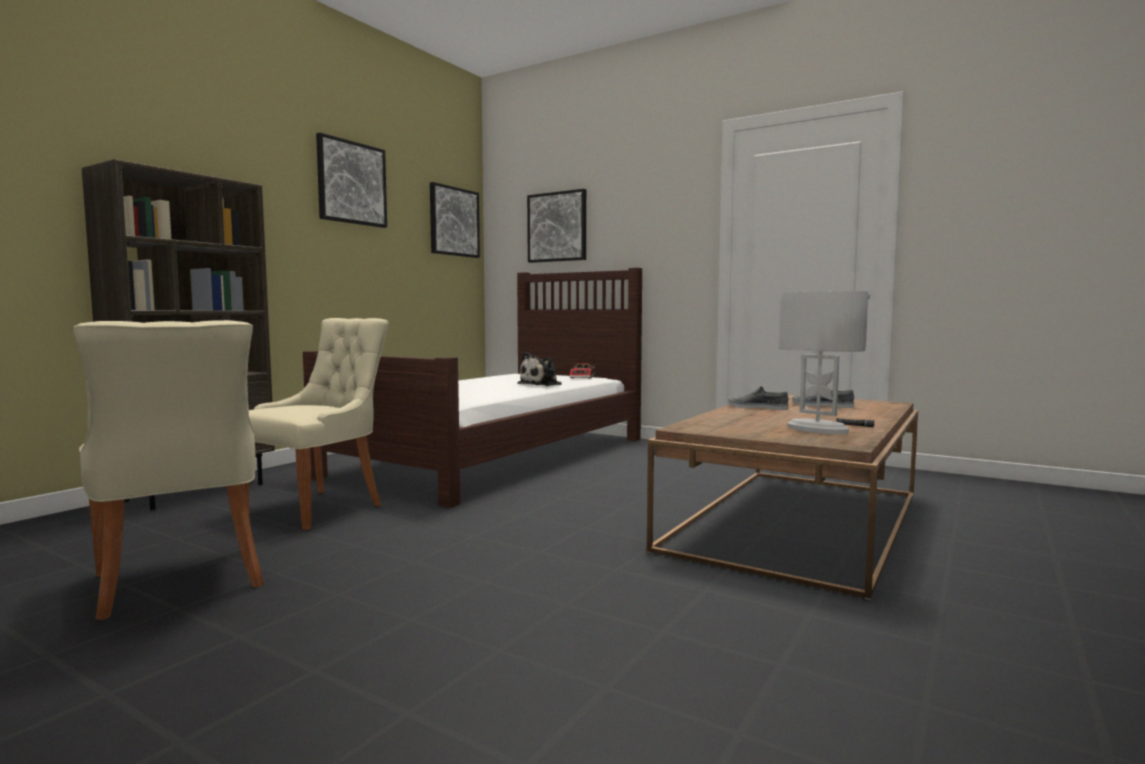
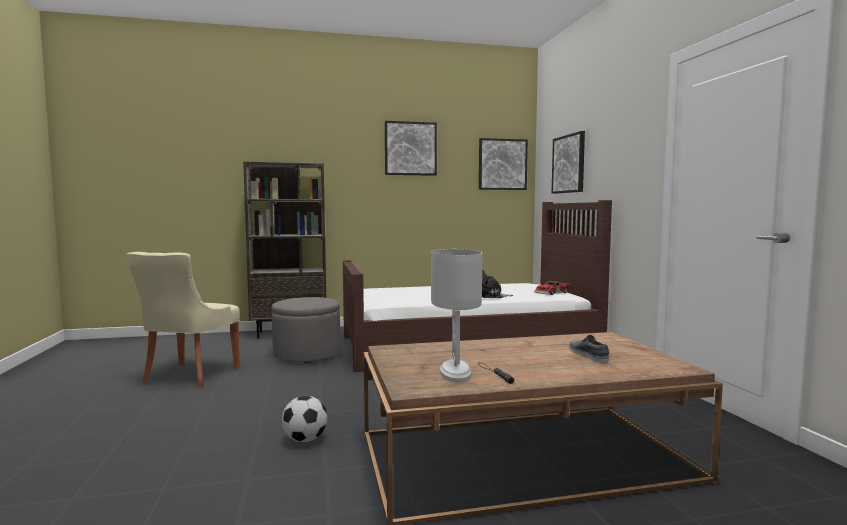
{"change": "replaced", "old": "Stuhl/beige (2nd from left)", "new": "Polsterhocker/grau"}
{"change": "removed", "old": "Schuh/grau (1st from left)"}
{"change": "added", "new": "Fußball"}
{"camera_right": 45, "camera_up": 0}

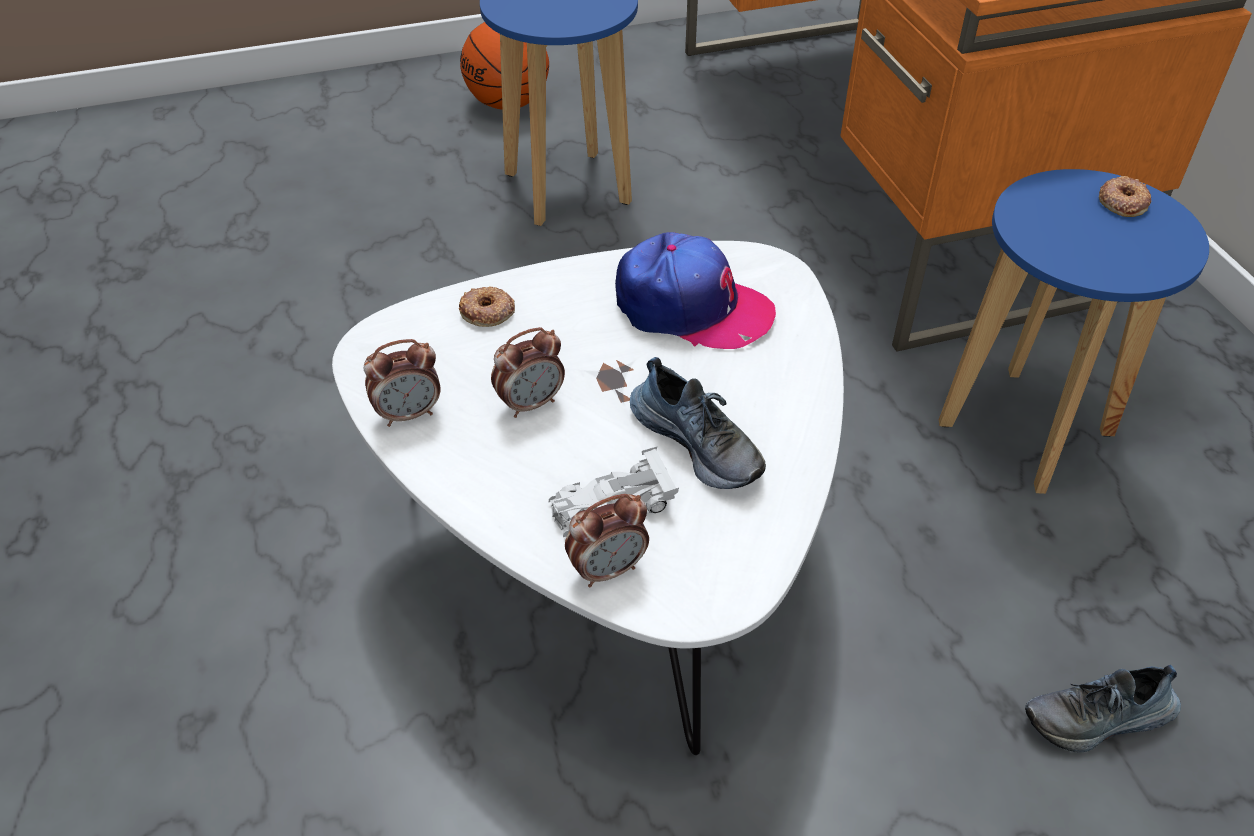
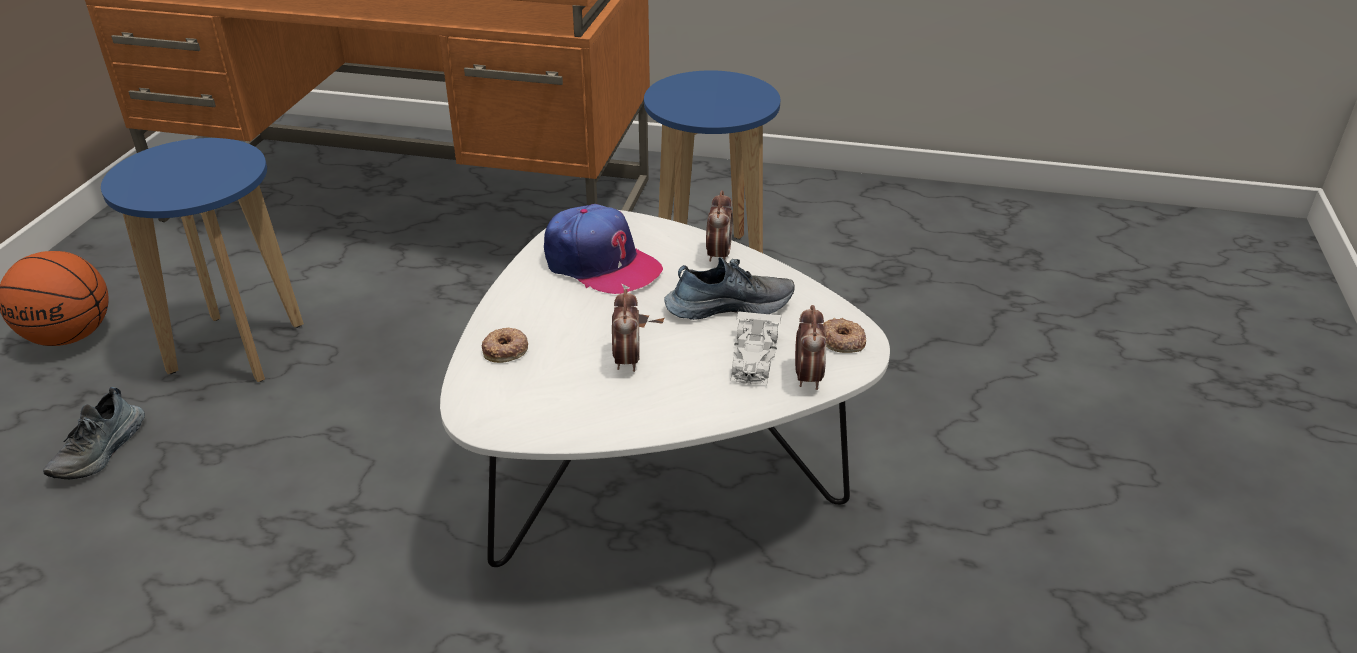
{"change": "moved", "old": "Donut (2nd from left)"}
{"change": "turned", "old": "Kappe", "degrees": 75}
{"change": "moved", "old": "Wecker (1st from left in the first image)", "new": "Wecker (2nd from left)"}
{"change": "moved", "old": "Schuh (2nd from left in the first image)", "new": "Schuh (1st from left)"}
{"camera_right": -60, "camera_up": -10}

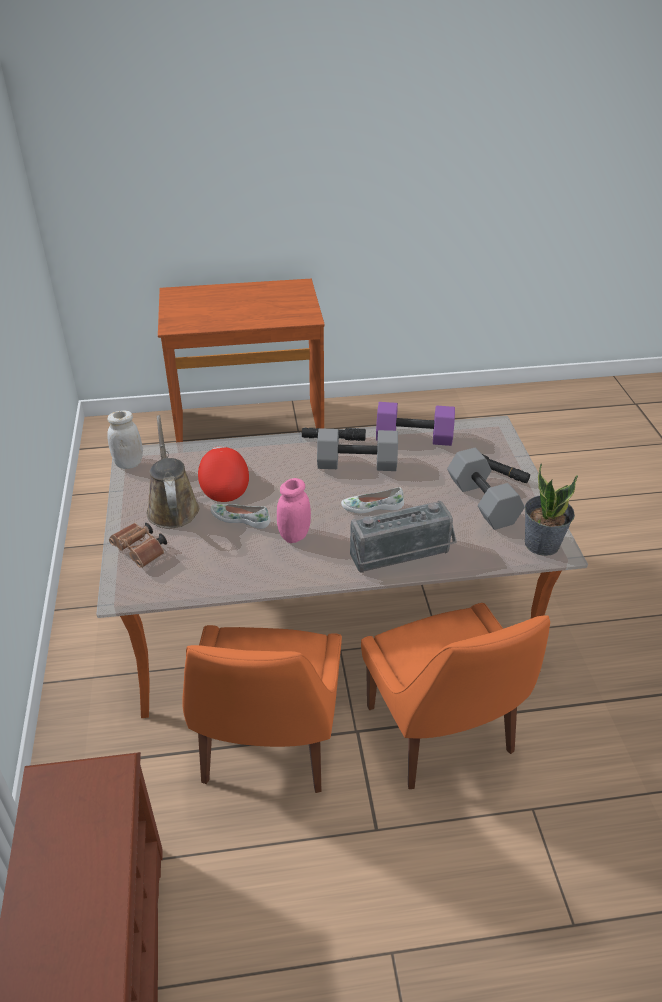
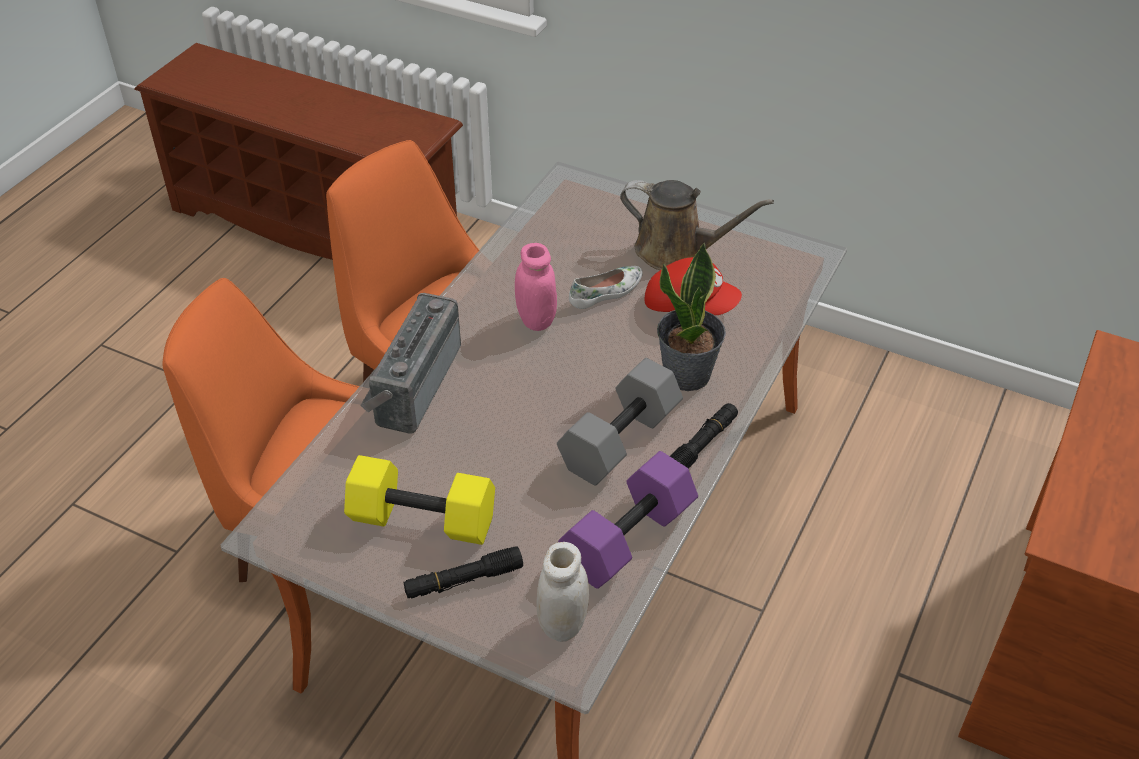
{"change": "moved", "old": "Vorratsglas/weiß"}
{"change": "recoloured", "old": "Hantel/grau (2nd from left)", "new": "Hantel/gelb"}
{"change": "moved", "old": "Topfpflanze"}
{"change": "removed", "old": "Schuh/weiß (2nd from left)"}
{"change": "removed", "old": "Fernglas/braun"}
{"camera_right": 125, "camera_up": 5}

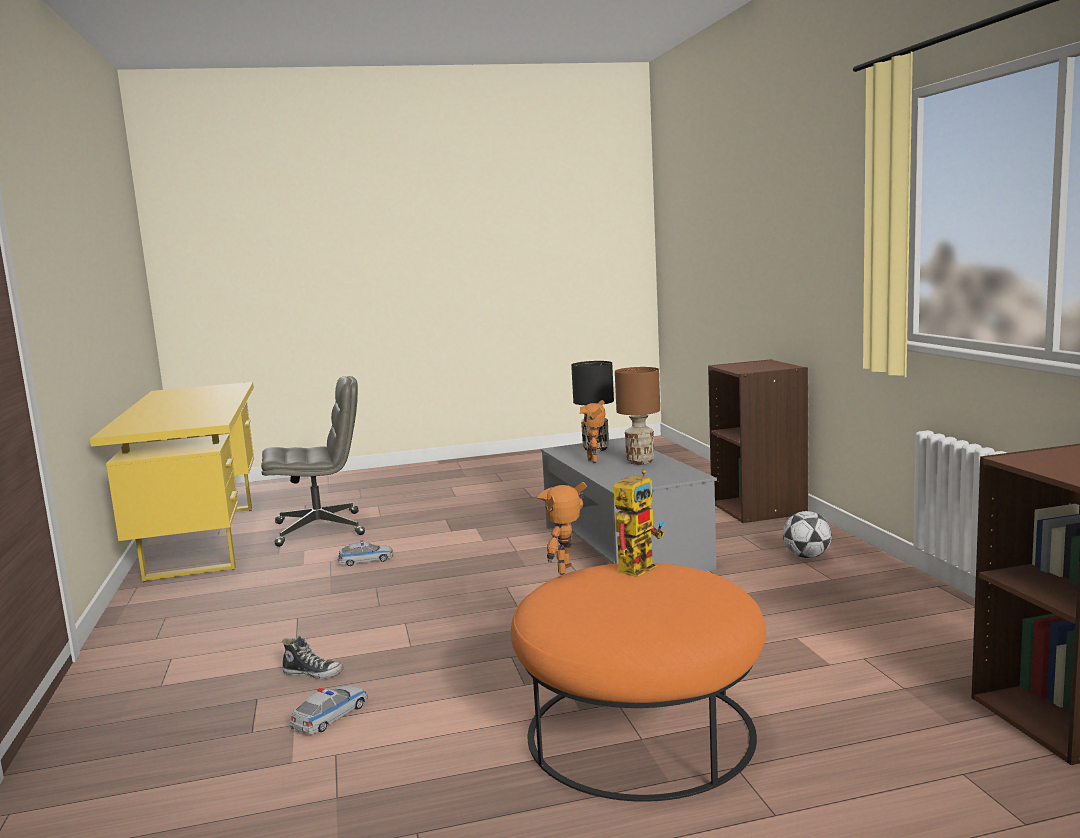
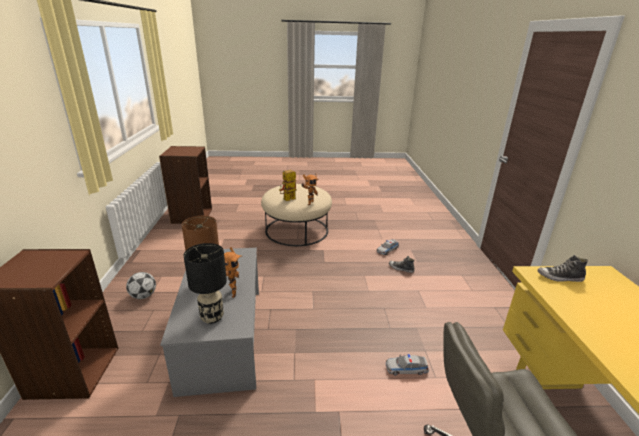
{"change": "recoloured", "old": "Polsterhocker/orange", "new": "Polsterhocker/beige"}
{"change": "added", "new": "Schuh (2nd from left)"}
{"camera_right": -170, "camera_up": 15}

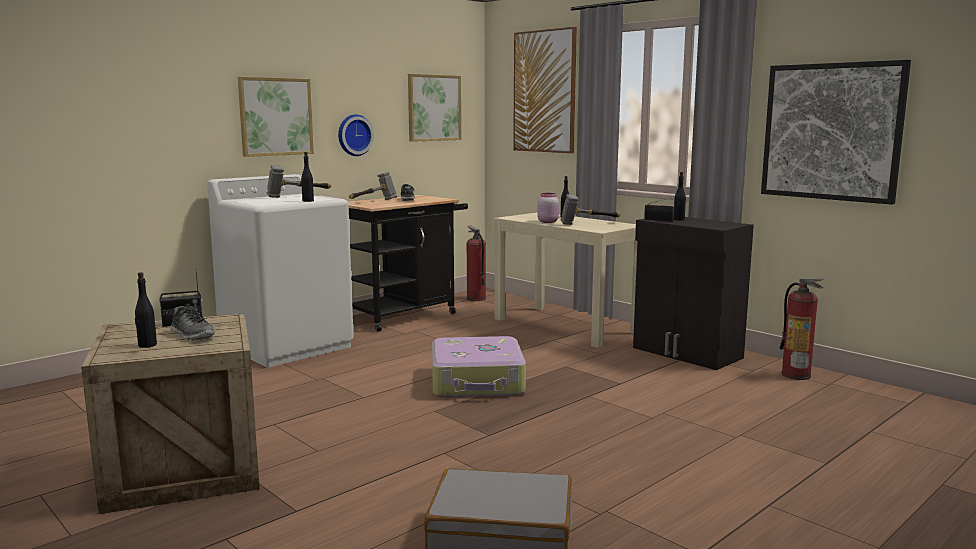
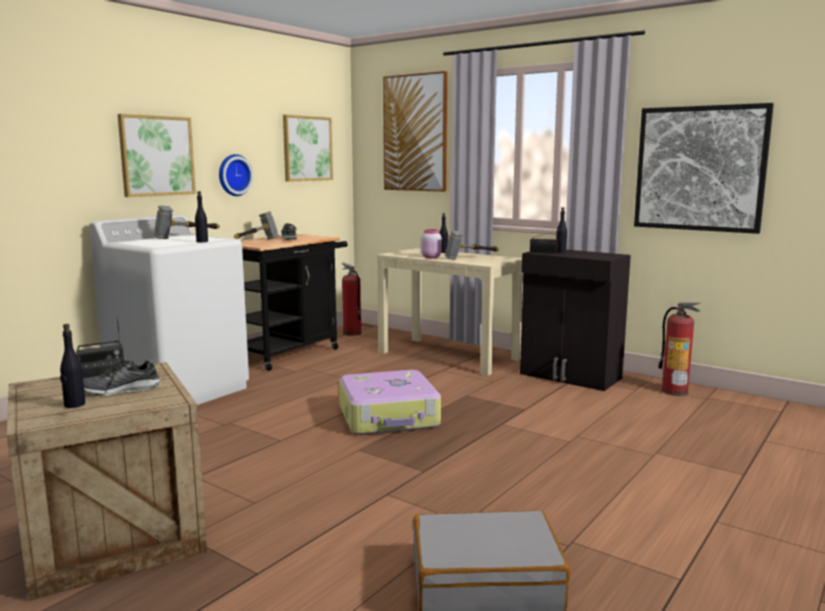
{"change": "turned", "old": "Schuh (1st from left)", "degrees": 120}
{"camera_right": -10, "camera_up": 0}

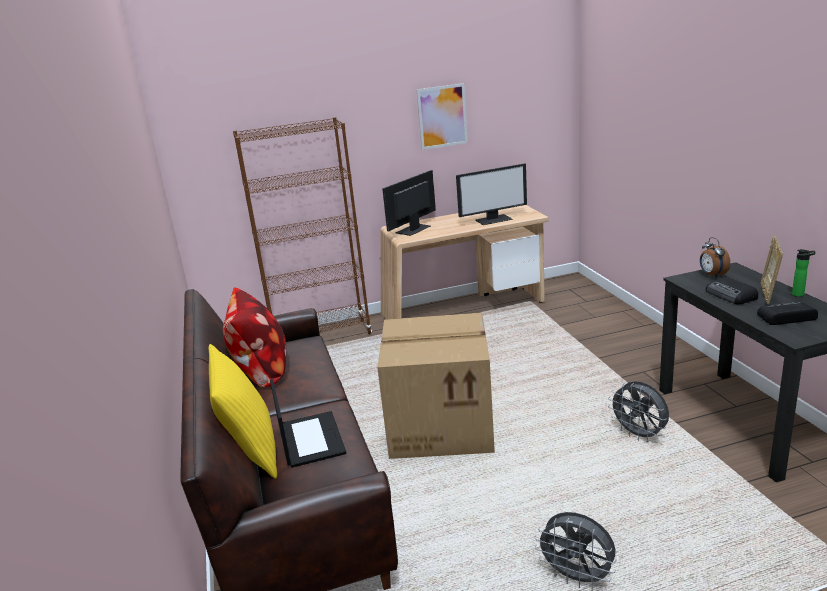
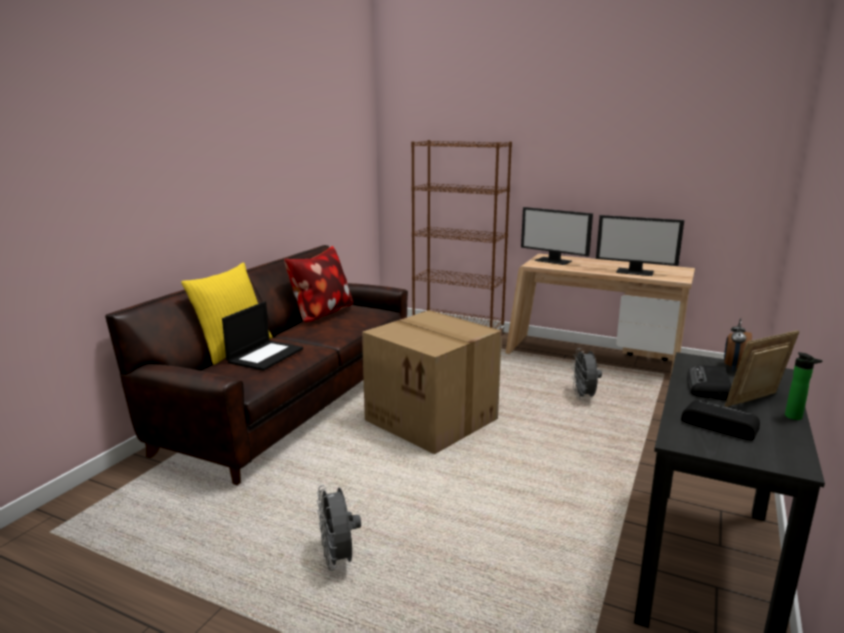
{"change": "removed", "old": "Bild"}
{"change": "turned", "old": "Monitor (1st from left)", "degrees": -135}
{"change": "moved", "old": "Ventilator/grau (2nd from left)"}
{"camera_right": 40, "camera_up": -5}

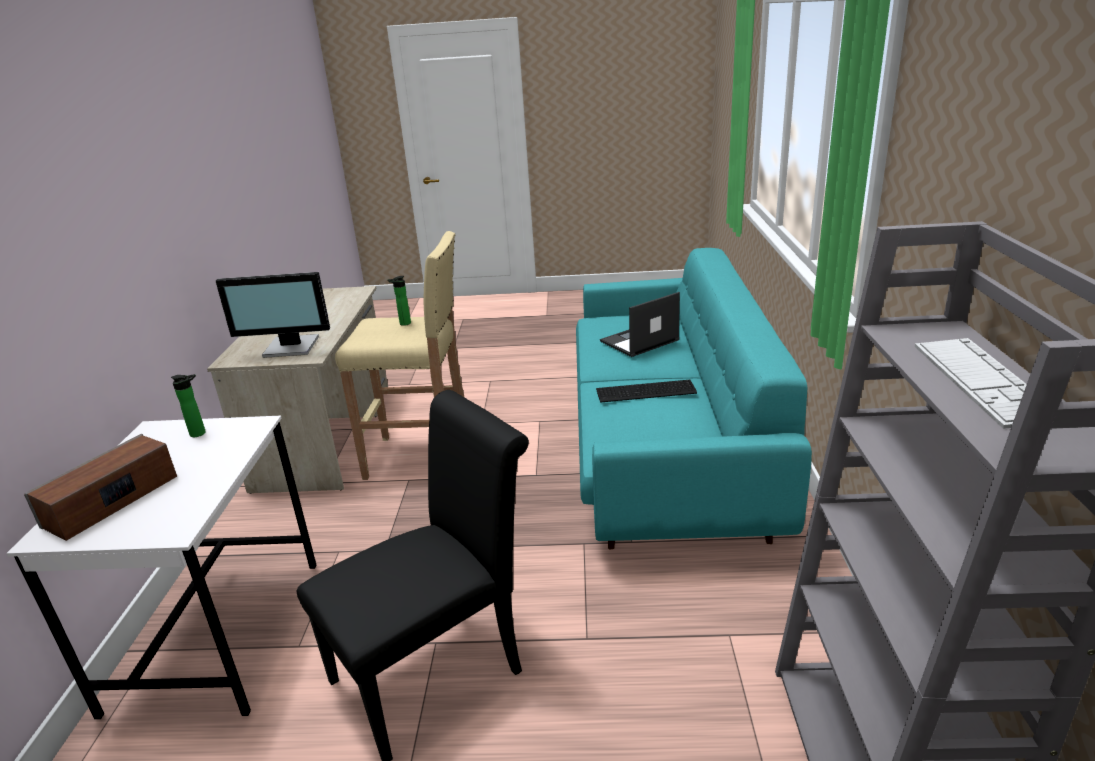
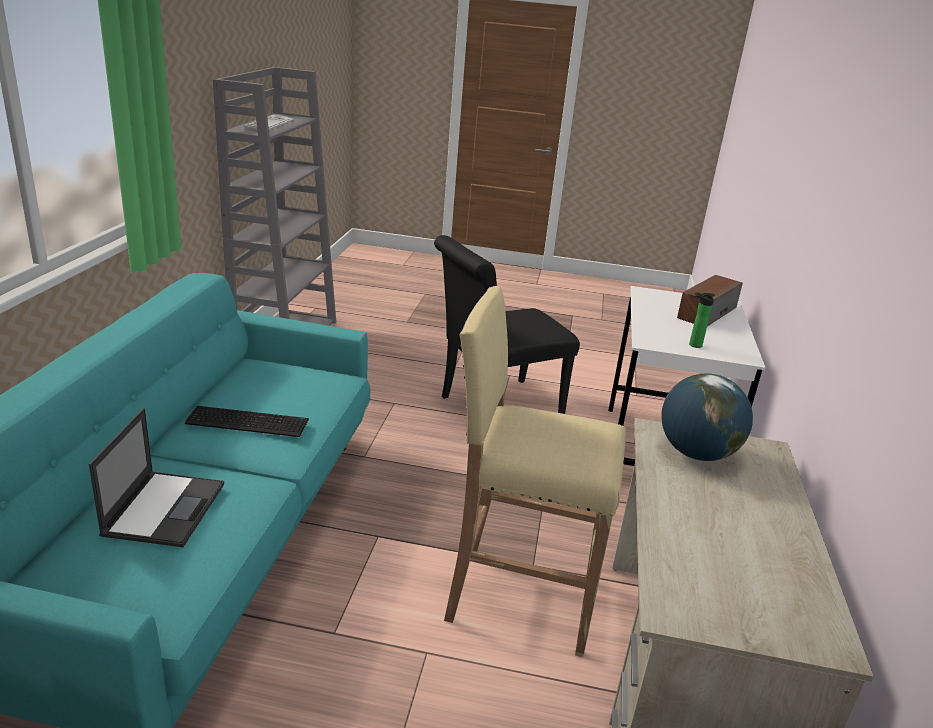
{"change": "replaced", "old": "Monitor", "new": "Globus"}
{"change": "removed", "old": "Flasche (2nd from left)"}
{"change": "turned", "old": "Laptop", "degrees": -60}
{"camera_right": -175, "camera_up": 0}

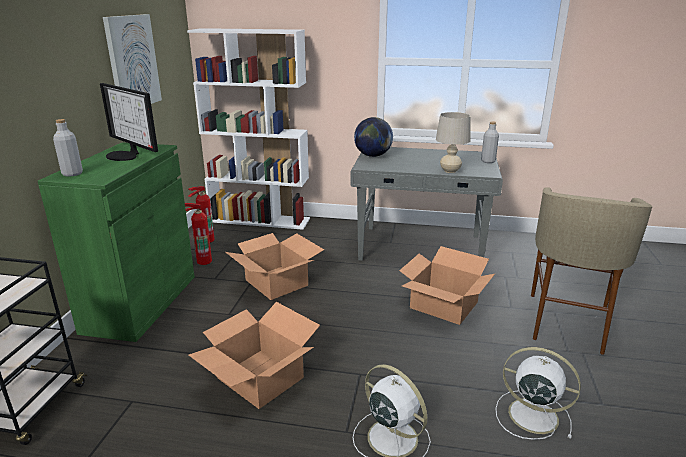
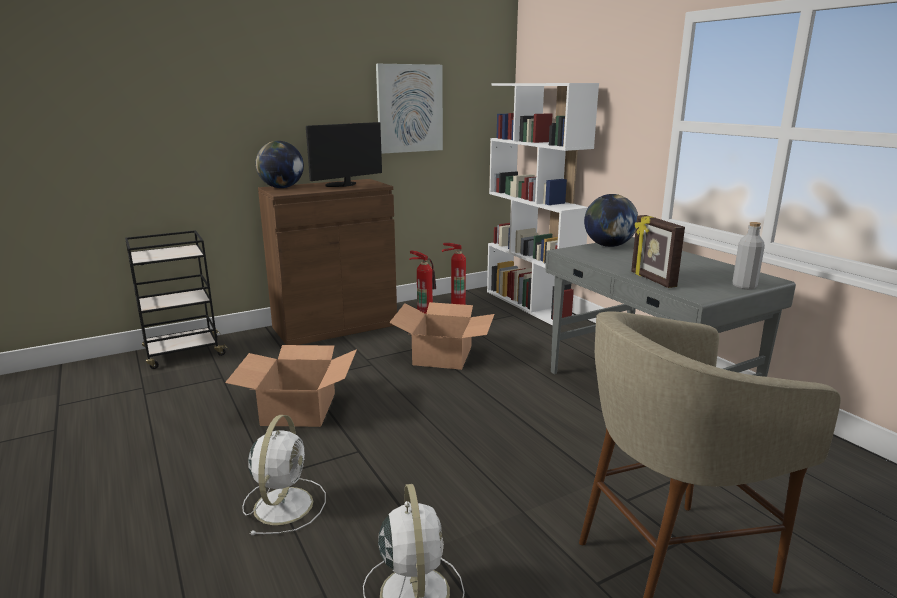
{"change": "turned", "old": "Monitor", "degrees": 45}
{"change": "replaced", "old": "Tischlampe/beige", "new": "Bilderrahmen"}
{"change": "replaced", "old": "Flasche/grau (1st from left)", "new": "Globus (1st from left)"}
{"change": "recoloured", "old": "Schrank/grün", "new": "Schrank/braun"}
{"change": "removed", "old": "Karton (3rd from left)"}
{"camera_right": 50, "camera_up": -5}

